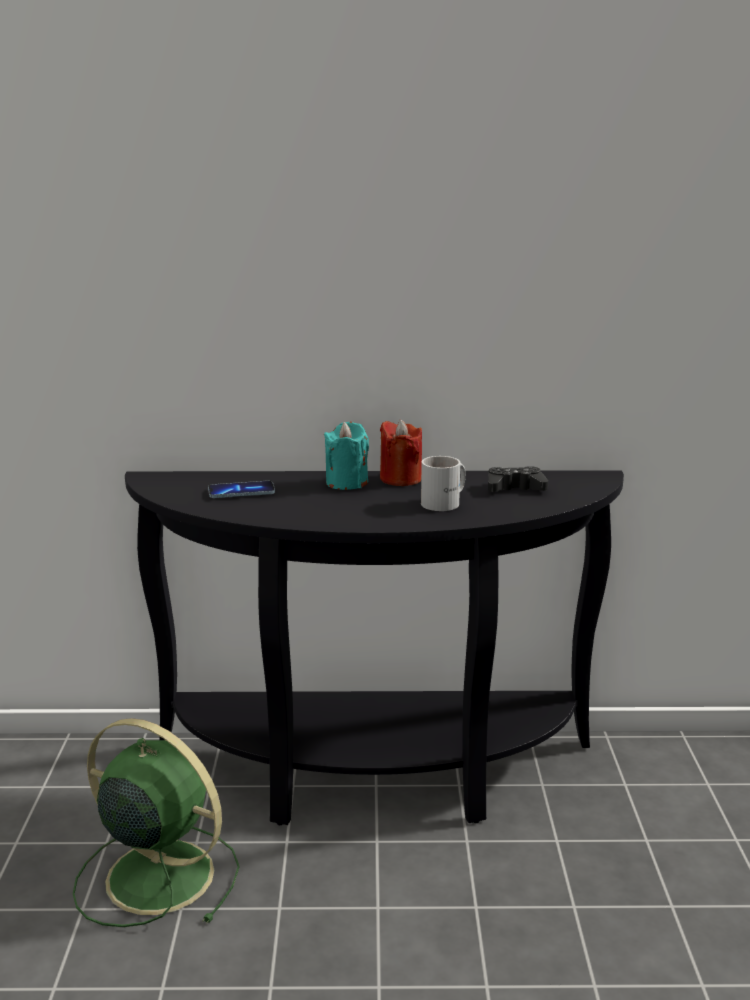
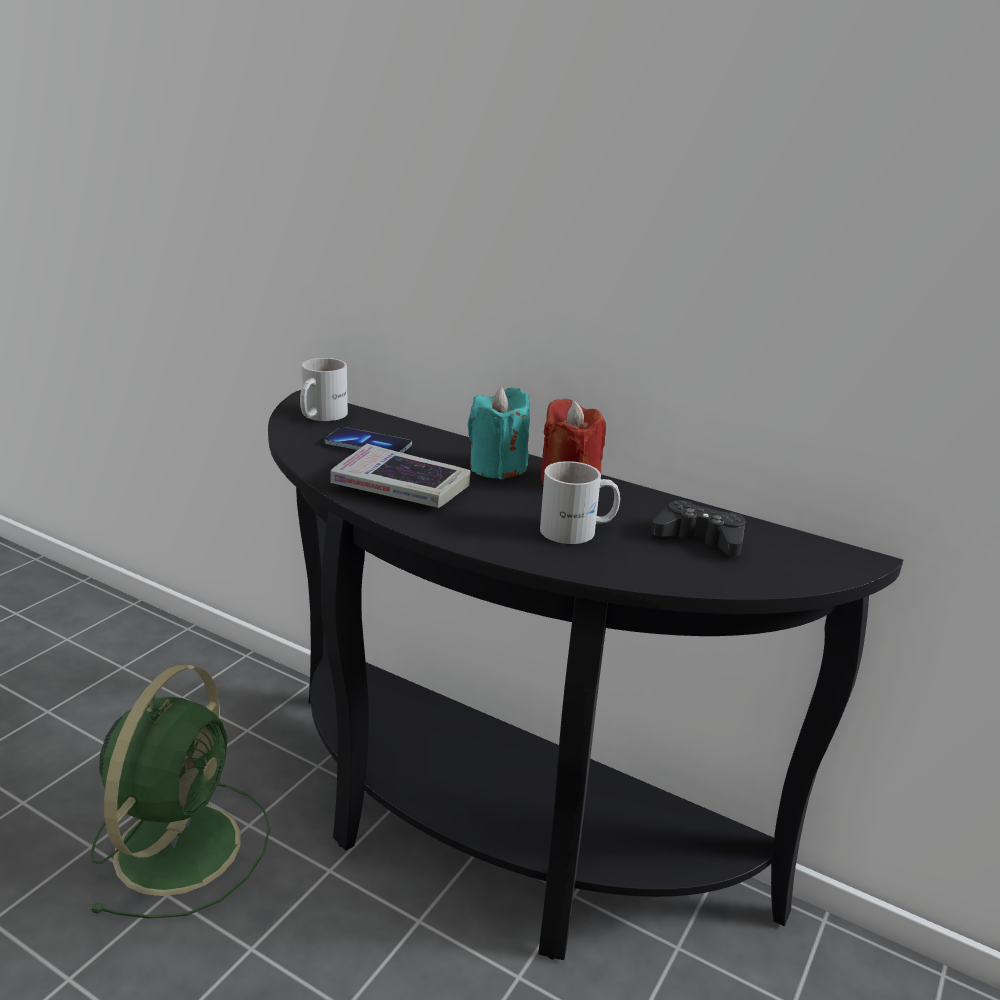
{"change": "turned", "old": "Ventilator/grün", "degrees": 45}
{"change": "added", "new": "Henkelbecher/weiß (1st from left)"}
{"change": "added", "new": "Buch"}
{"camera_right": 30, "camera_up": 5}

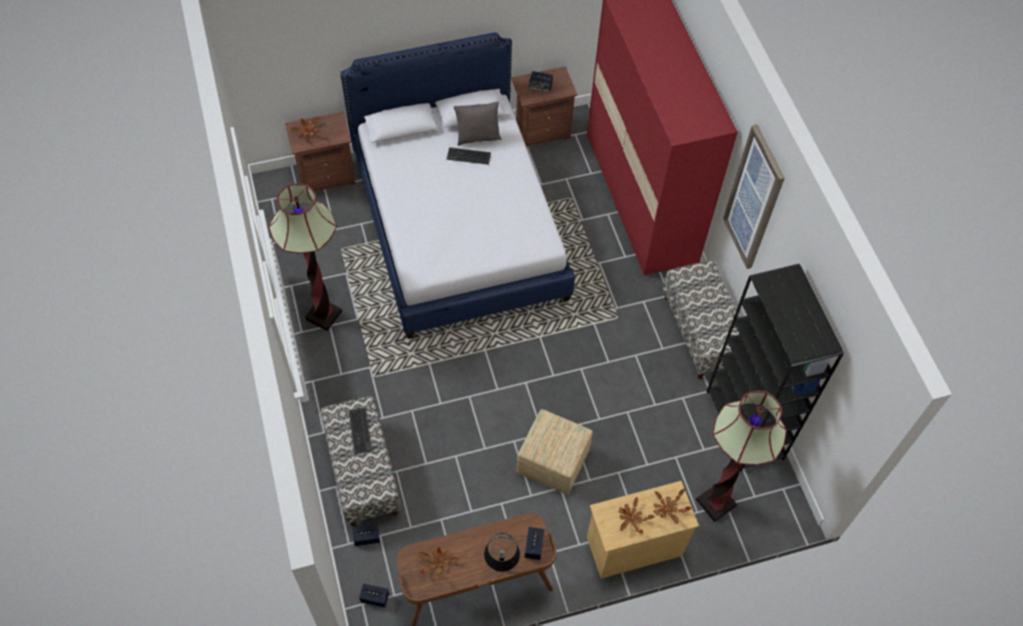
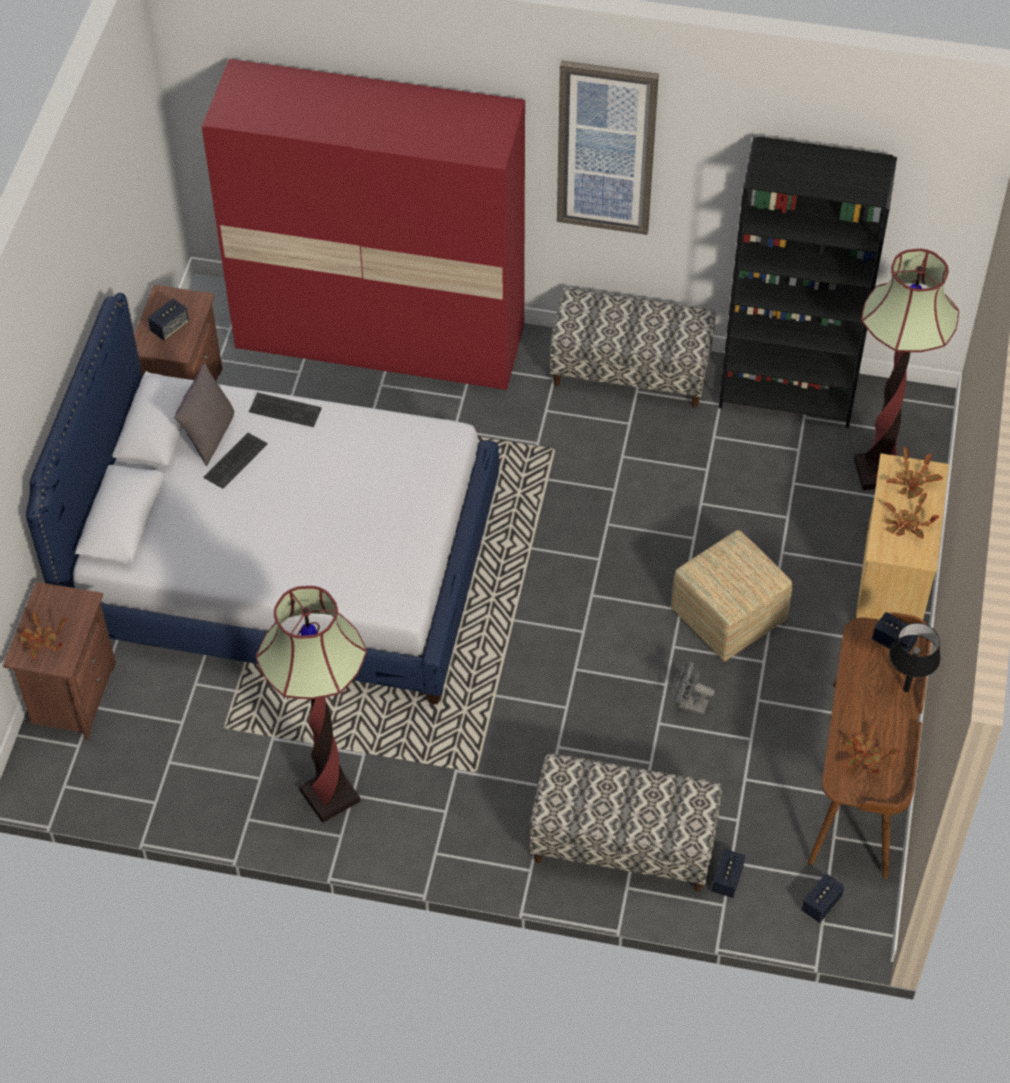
{"change": "moved", "old": "Tastatur (1st from left in the first image)", "new": "Tastatur (2nd from left)"}
{"change": "added", "new": "Ventilator/grau"}
{"camera_right": -60, "camera_up": -5}

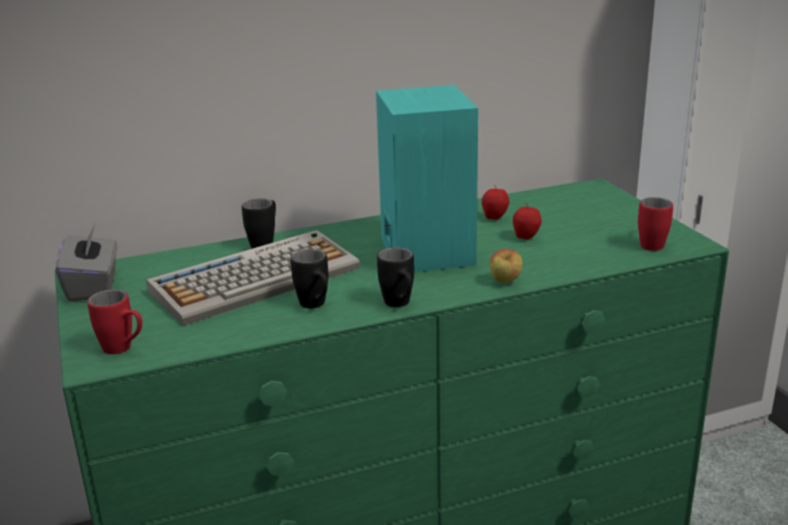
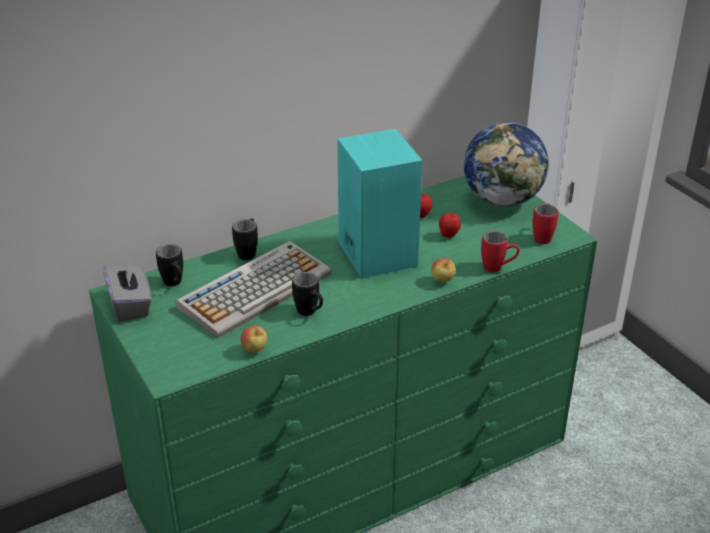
{"change": "moved", "old": "Henkelbecher/schwarz (3rd from left in the first image)", "new": "Henkelbecher/schwarz (1st from left)"}
{"change": "moved", "old": "Henkelbecher/rot (1st from left)"}
{"change": "added", "new": "Globus"}
{"change": "added", "new": "Apfel (1st from left)"}
{"camera_right": -10, "camera_up": 10}

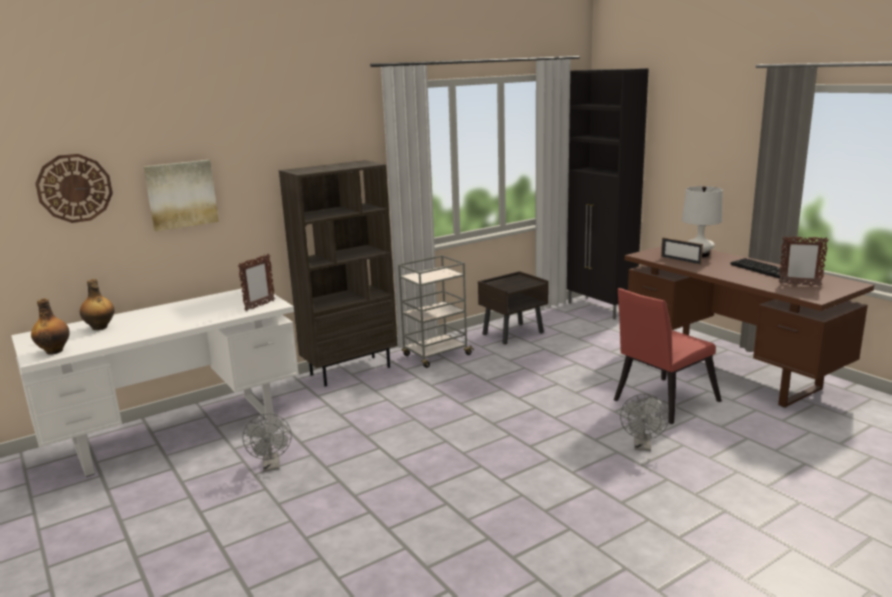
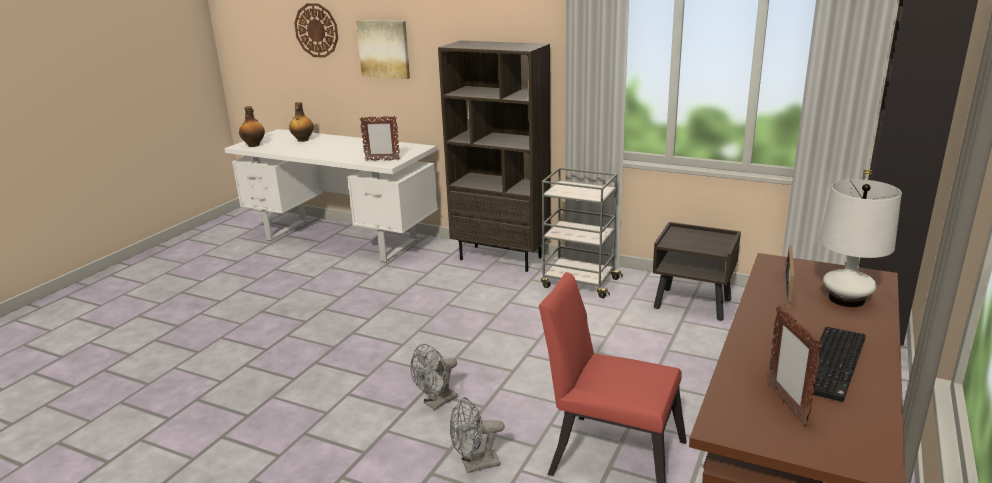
{"change": "moved", "old": "Ventilator/grau (1st from left)"}
{"camera_right": 60, "camera_up": 5}

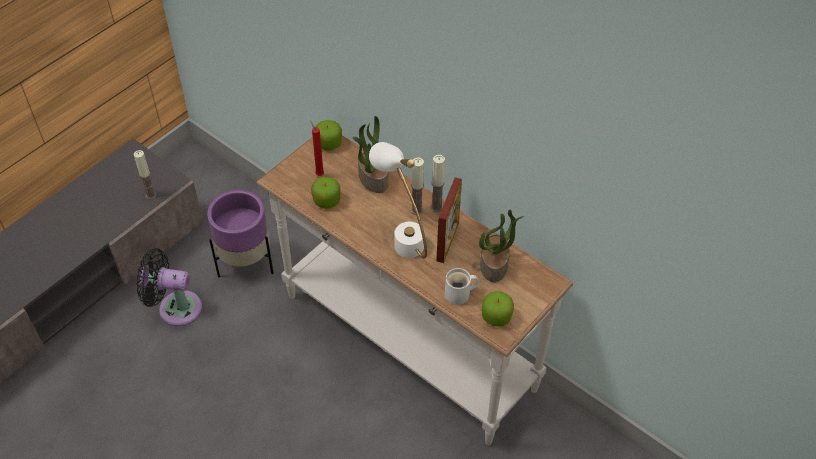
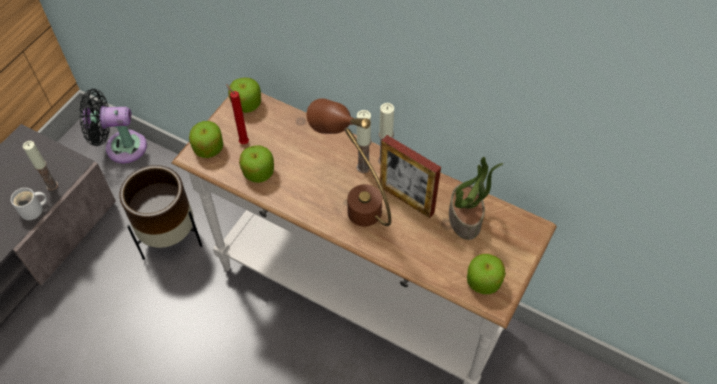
{"change": "removed", "old": "Topfpflanze (1st from left)"}
{"change": "recoloured", "old": "Tischlampe/weiß", "new": "Tischlampe/braun"}
{"change": "turned", "old": "Bilderrahmen", "degrees": 120}
{"change": "recoloured", "old": "Pflanzkübel/lila", "new": "Pflanzkübel/braun"}
{"change": "moved", "old": "Ventilator/schwarz"}
{"change": "moved", "old": "Henkelbecher/weiß"}
{"change": "added", "new": "Apfel (1st from left)"}
{"camera_right": -10, "camera_up": 5}

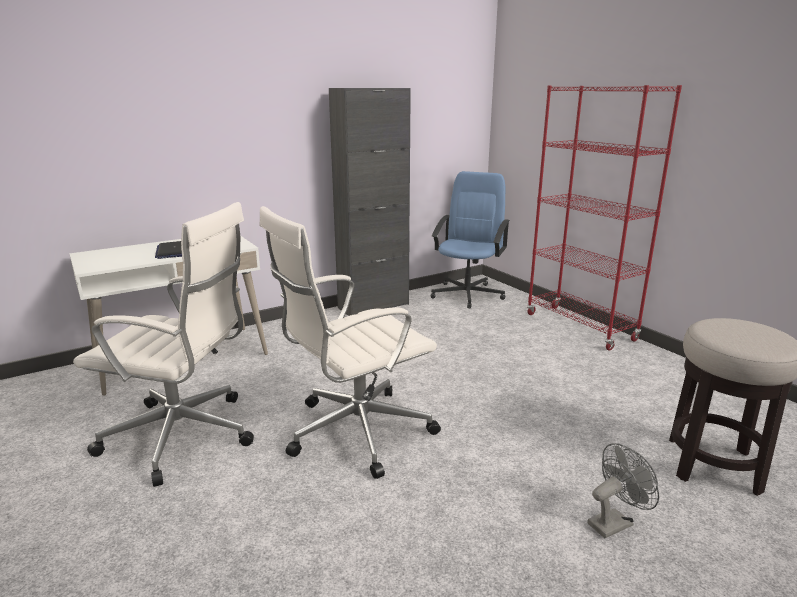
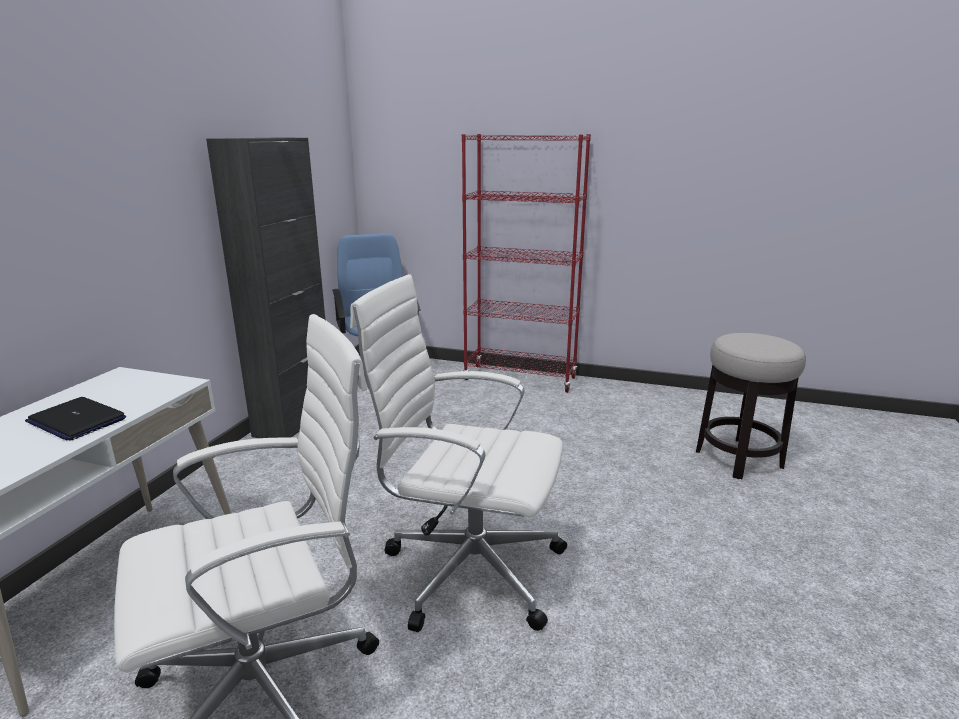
{"change": "turned", "old": "Bürostuhl/weiß (2nd from left)", "degrees": 90}
{"change": "removed", "old": "Ventilator/grau"}
{"camera_right": -40, "camera_up": 0}

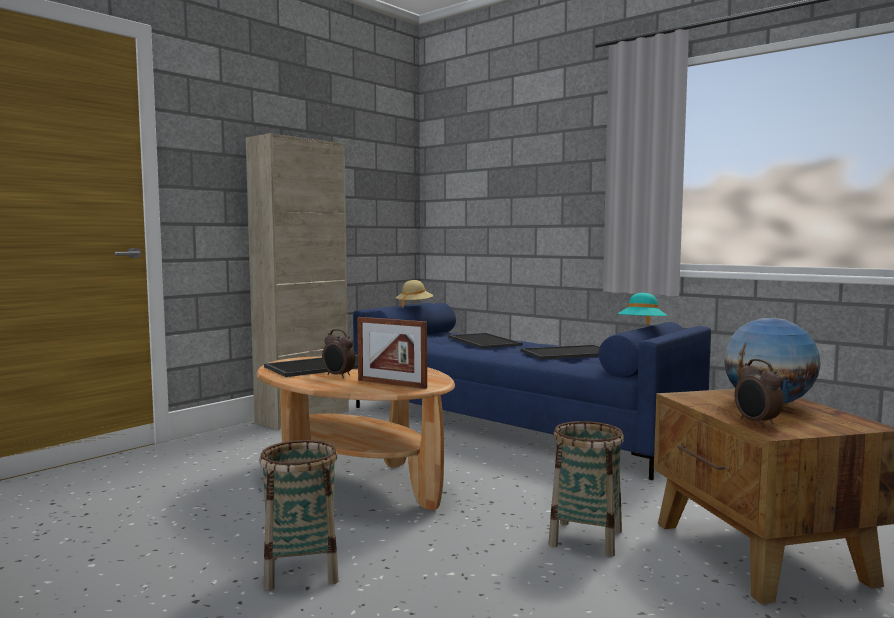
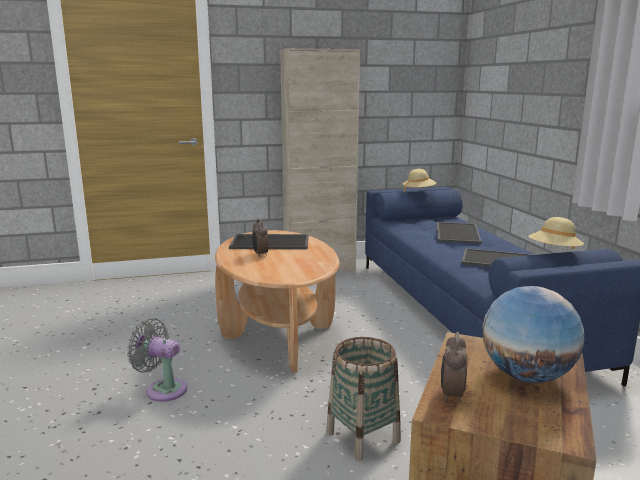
{"change": "recoloured", "old": "Hut/türkis", "new": "Hut/beige (2nd from left)"}
{"change": "removed", "old": "Bilderrahmen"}
{"change": "replaced", "old": "Korb (1st from left)", "new": "Ventilator/grau"}
{"camera_right": 35, "camera_up": 10}

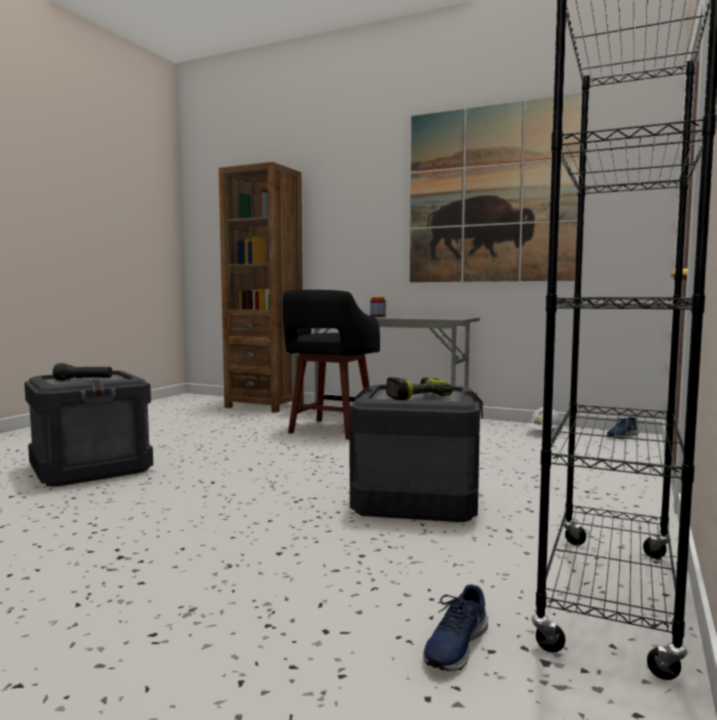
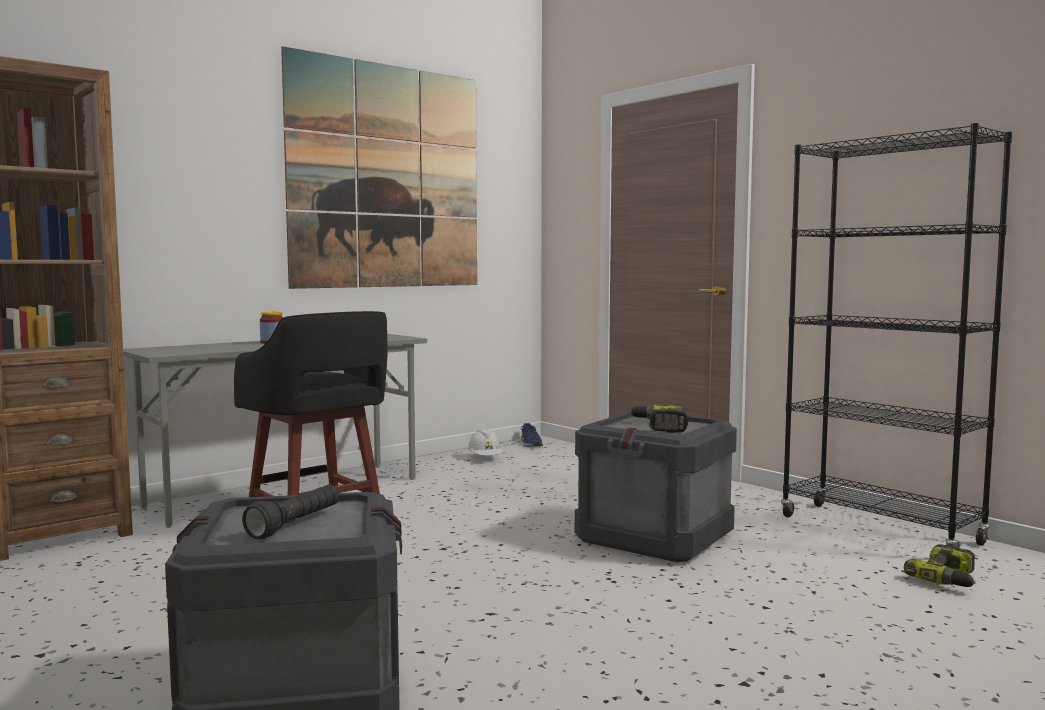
{"change": "replaced", "old": "Schuh/blau (1st from left)", "new": "Bohrmaschine (2nd from left)"}
{"camera_right": -65, "camera_up": 0}

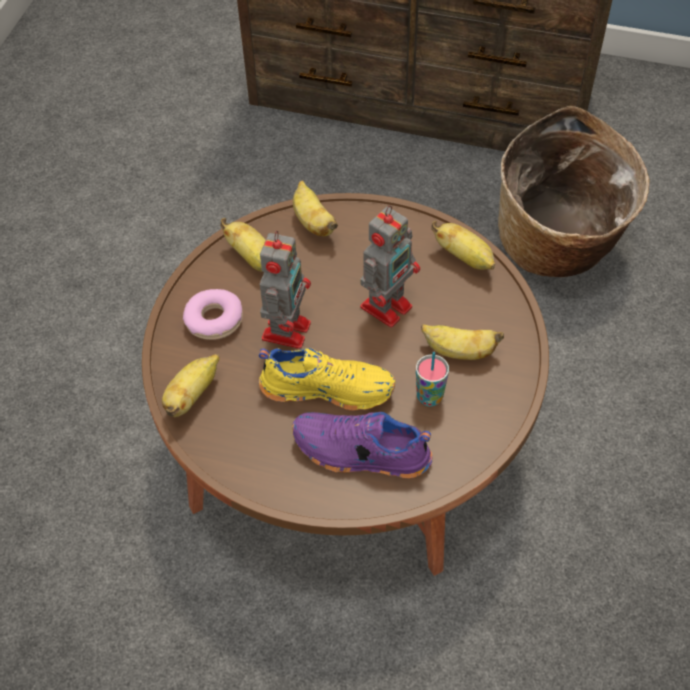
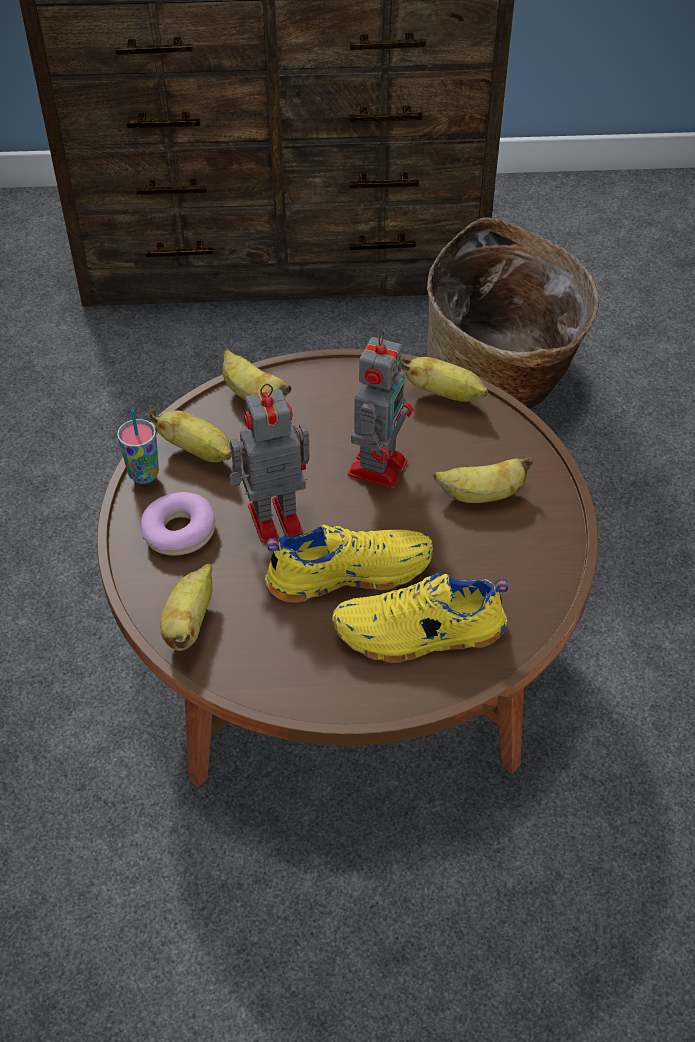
{"change": "turned", "old": "Spielzeugroboter (1st from left)", "degrees": -105}
{"change": "moved", "old": "Tasse"}
{"change": "recoloured", "old": "Schuh/lila", "new": "Schuh/gelb (2nd from left)"}
{"camera_right": -20, "camera_up": -5}

